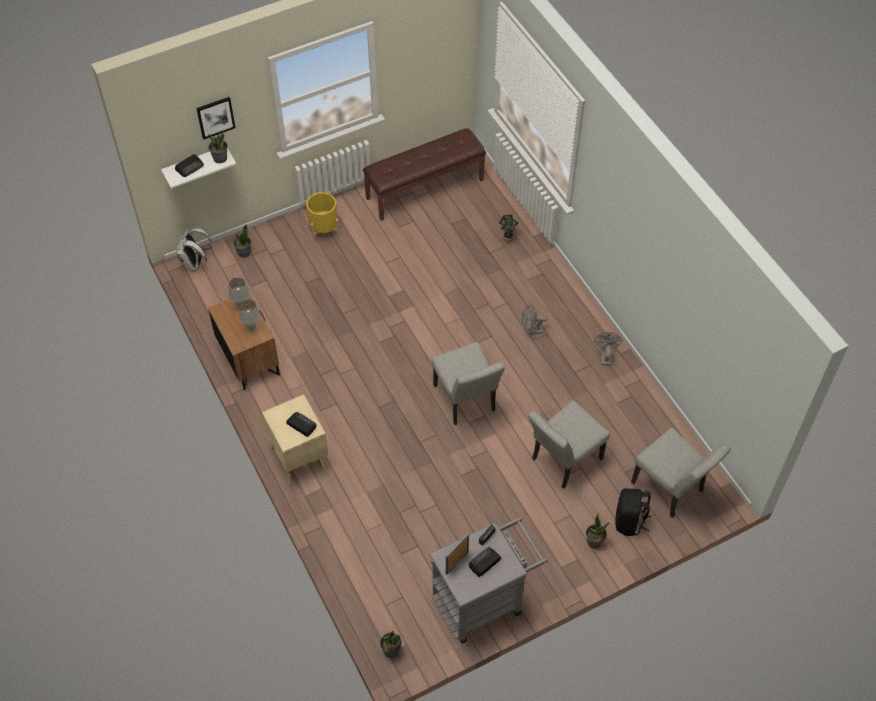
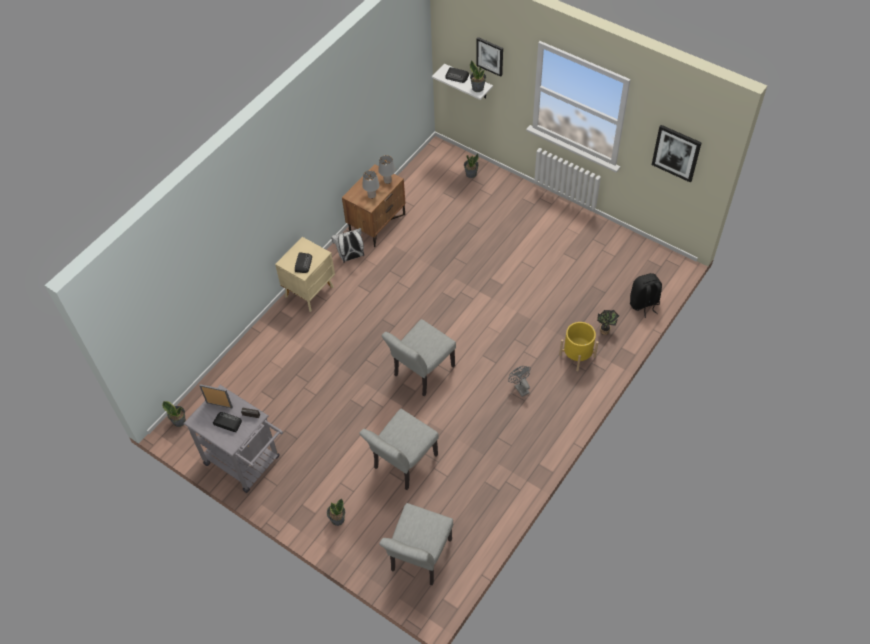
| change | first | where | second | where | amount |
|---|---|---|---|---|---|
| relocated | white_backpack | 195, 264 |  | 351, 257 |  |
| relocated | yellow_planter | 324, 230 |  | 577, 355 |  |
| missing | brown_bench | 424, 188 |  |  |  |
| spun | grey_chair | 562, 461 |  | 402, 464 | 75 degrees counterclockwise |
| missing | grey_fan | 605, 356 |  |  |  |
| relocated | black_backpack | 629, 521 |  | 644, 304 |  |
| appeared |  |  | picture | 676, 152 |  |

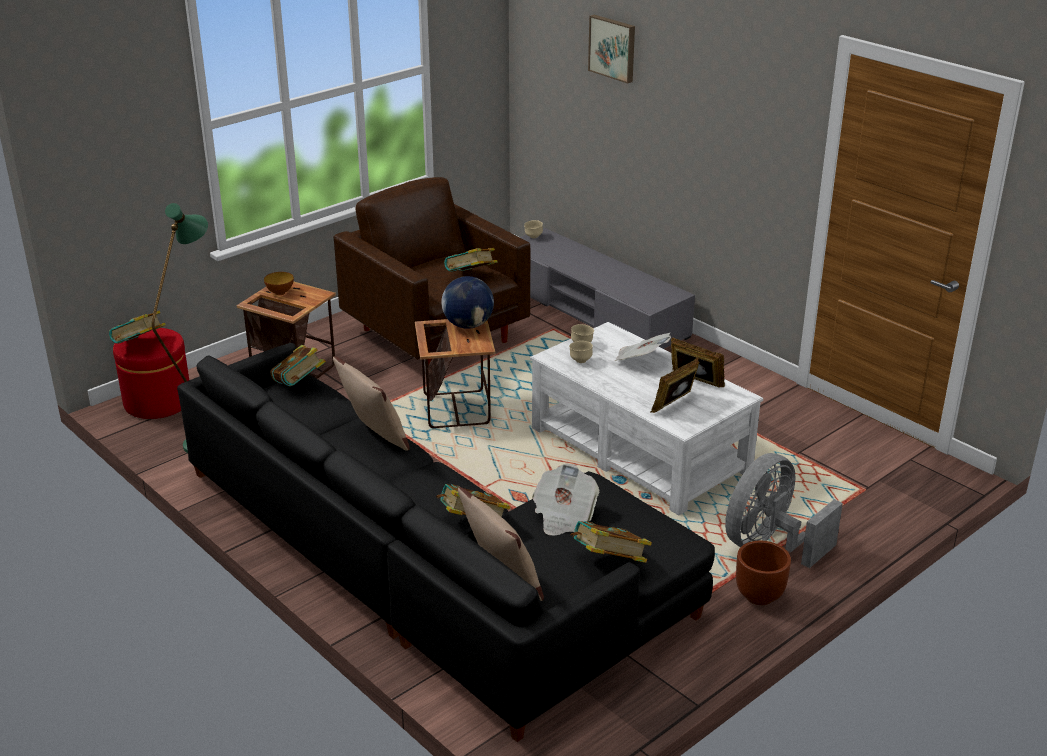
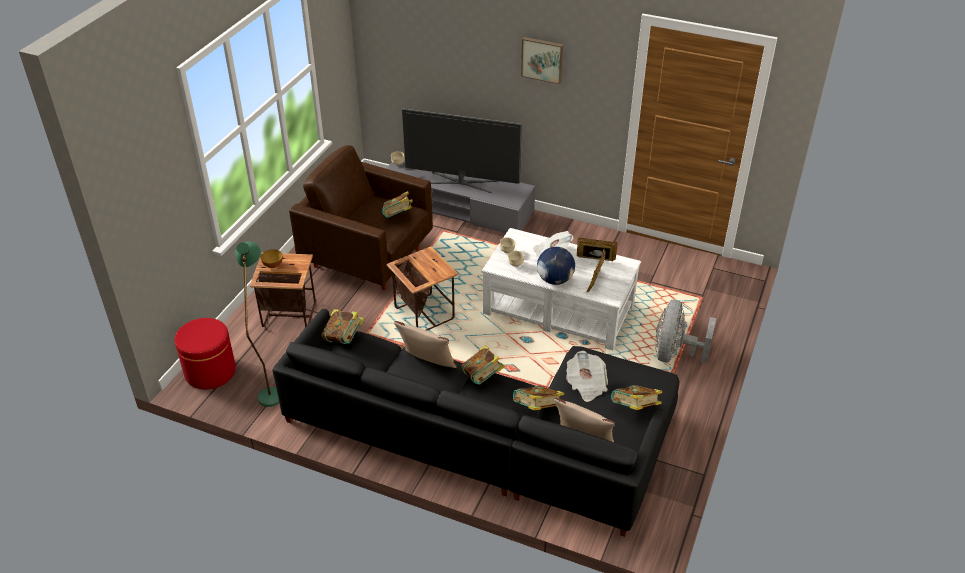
| change | first | where | second | where | amount |
|---|---|---|---|---|---|
| relocated | book | 140, 346 |  | 482, 377 |  |
| relocated | globe | 468, 325 |  | 555, 280 |  |
| relocated | picture | 613, 48 |  | 542, 59 |  |
| missing | brown_planter | 759, 596 |  |  |  |
| appeared |  |  | television | 462, 182 |  |

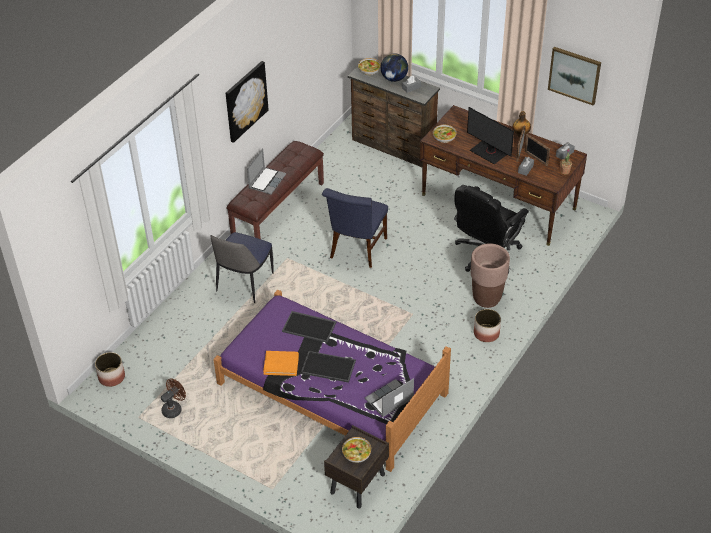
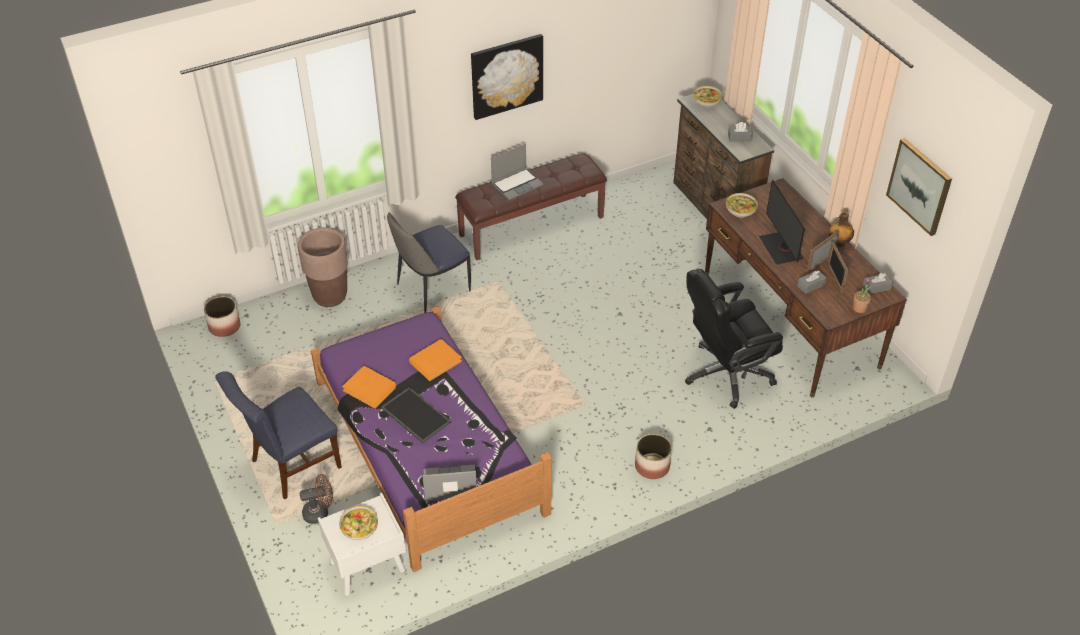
| change | first | where | second | where | amount |
|---|---|---|---|---|---|
| relocated | brown_fan | 174, 408 |  | 320, 512 |  |
| exchanged | tray | 310, 326 | orange_book | 435, 361 |  |
| relocated | blue_chair | 356, 250 |  | 291, 466 |  |
| colour | brown_nightstand | 357, 484 | white_nightstand | 367, 567 |  |
| missing | globe | 394, 78 |  |  |  |
| relocated | brown_planter | 487, 298 |  | 330, 296 |  |

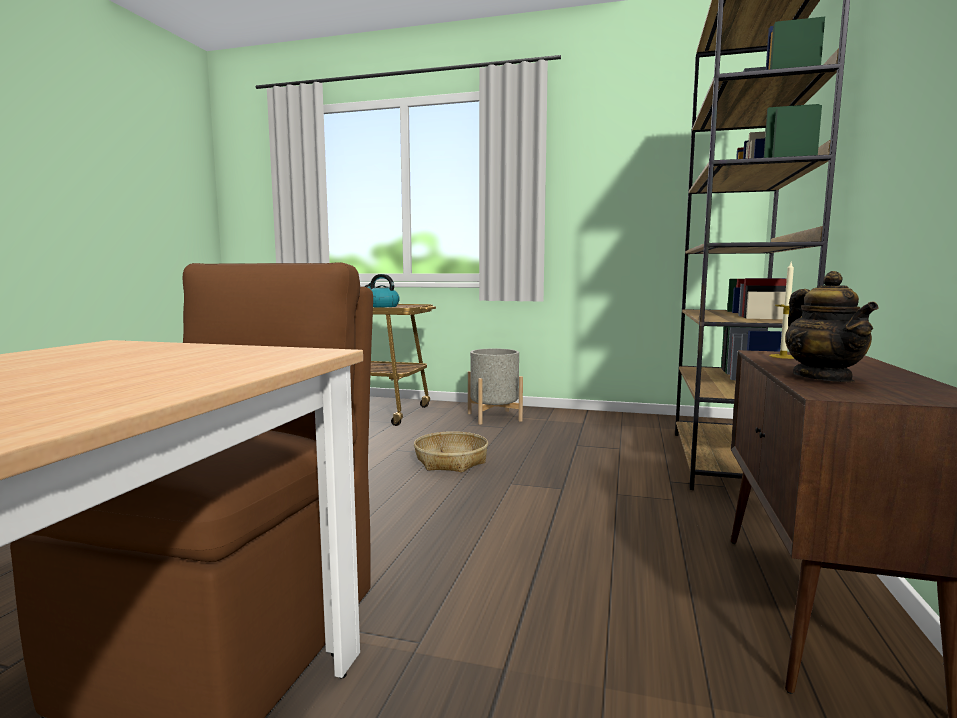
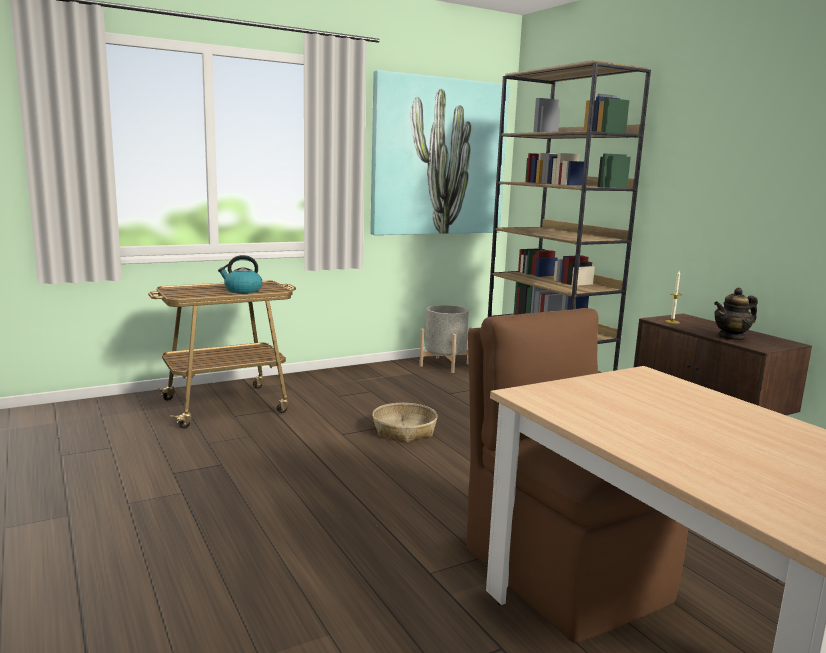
| change | first | where | second | where | amount |
|---|---|---|---|---|---|
| relocated | grey_planter | 494, 417 |  | 444, 365 |  |
| spun | teapot | 823, 378 |  | 732, 337 | 120 degrees clockwise |
| appeared |  |  | picture | 438, 157 |  |

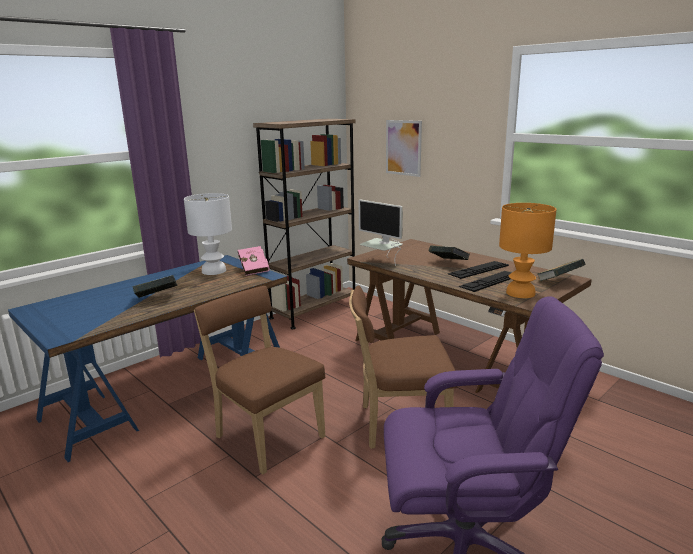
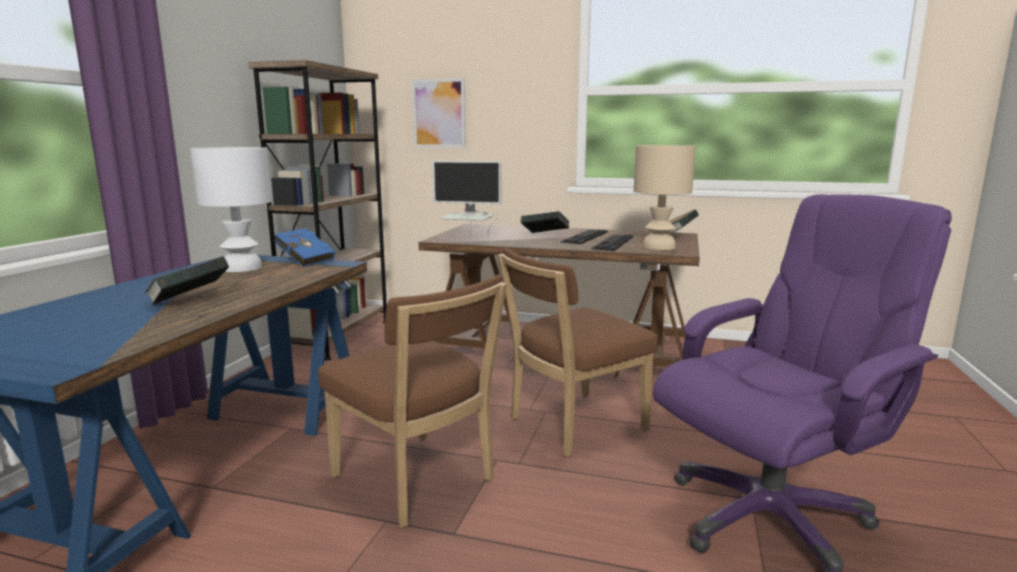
| change | first | where | second | where | amount |
|---|---|---|---|---|---|
| spun | brown_chair | 266, 435 |  | 417, 481 | 150 degrees counterclockwise |
| colour | pink_book | 254, 269 | blue_book | 305, 260 |  |
| colour | orange_table_lamp | 520, 293 | beige_table_lamp | 658, 247 |  |

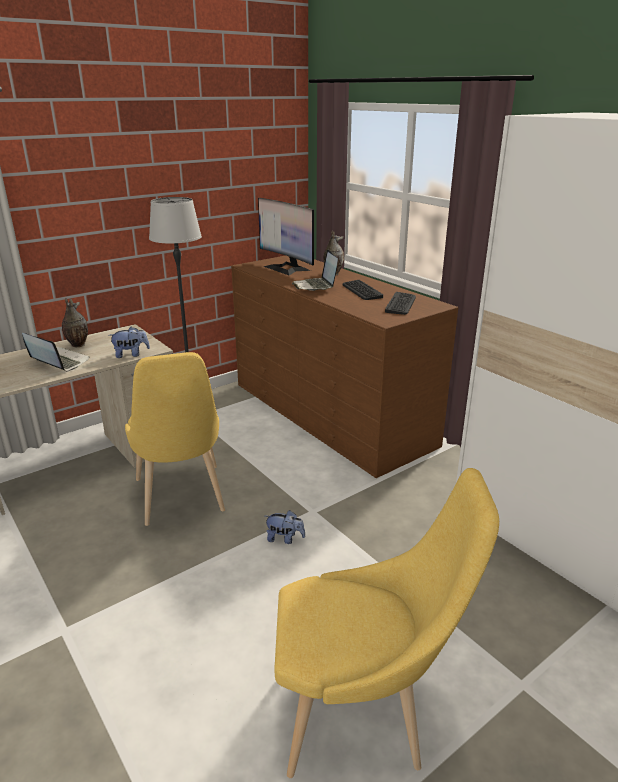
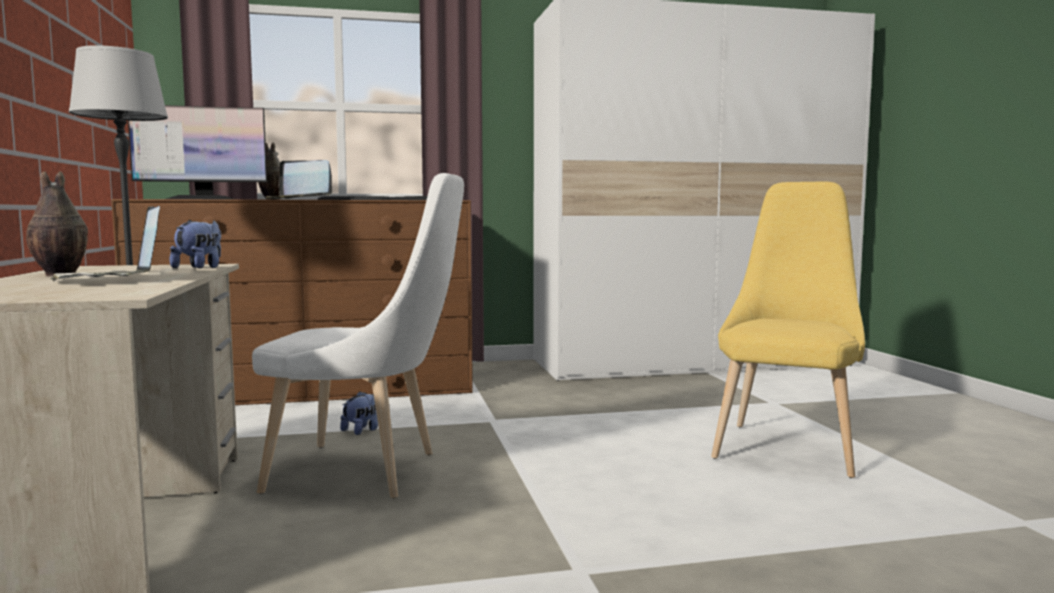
| change | first | where | second | where | amount |
|---|---|---|---|---|---|
| spun | laptop | 58, 362 |  | 111, 279 | 90 degrees counterclockwise |
| colour | yellow_chair | 182, 499 | white_chair | 365, 472 |  |
| relocated | plush_toy | 285, 538 |  | 363, 430 |  |

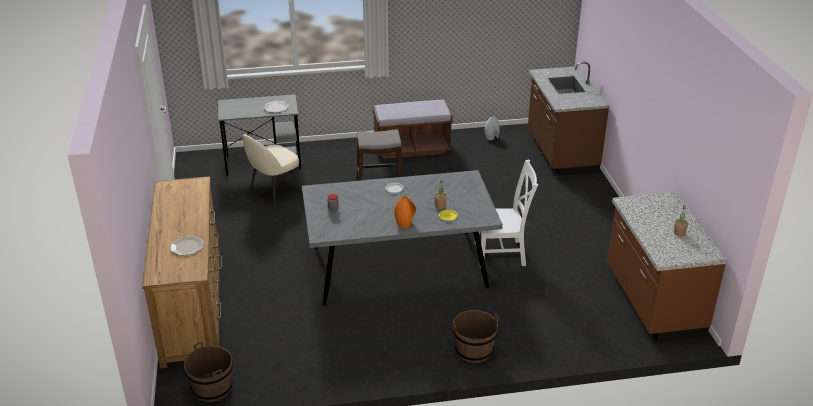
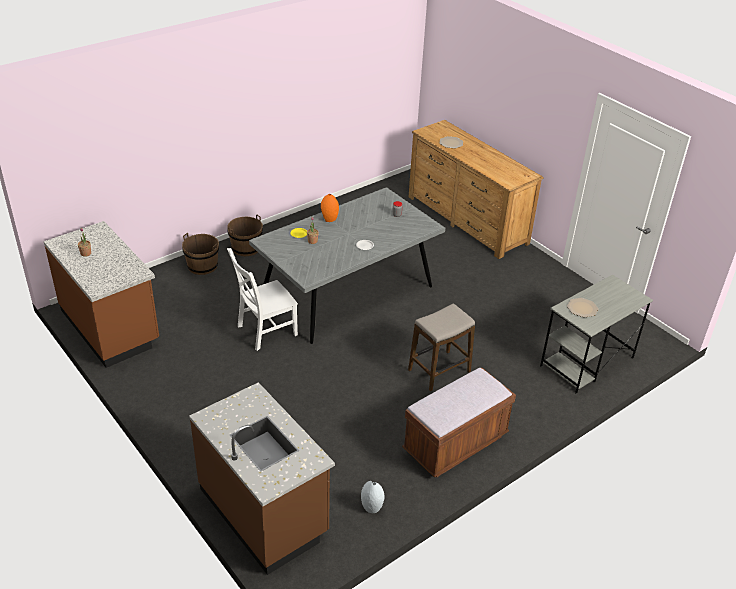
| change | first | where | second | where | amount |
|---|---|---|---|---|---|
| relocated | brown_bucket | 212, 388 |  | 202, 266 |  |
| missing | beige_chair | 274, 193 |  |  |  |

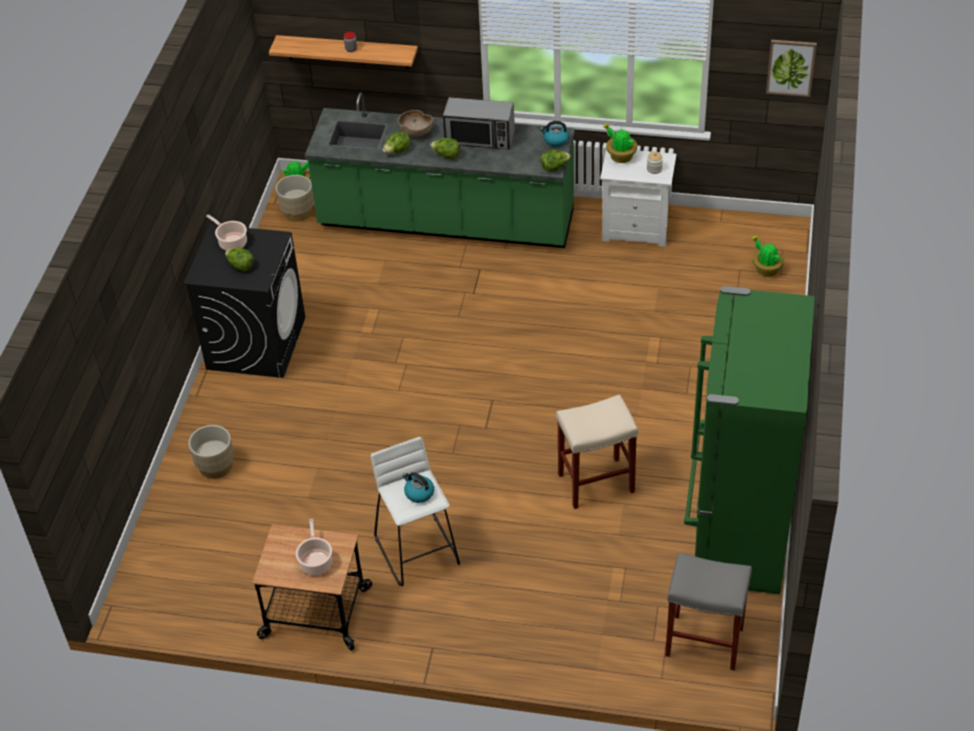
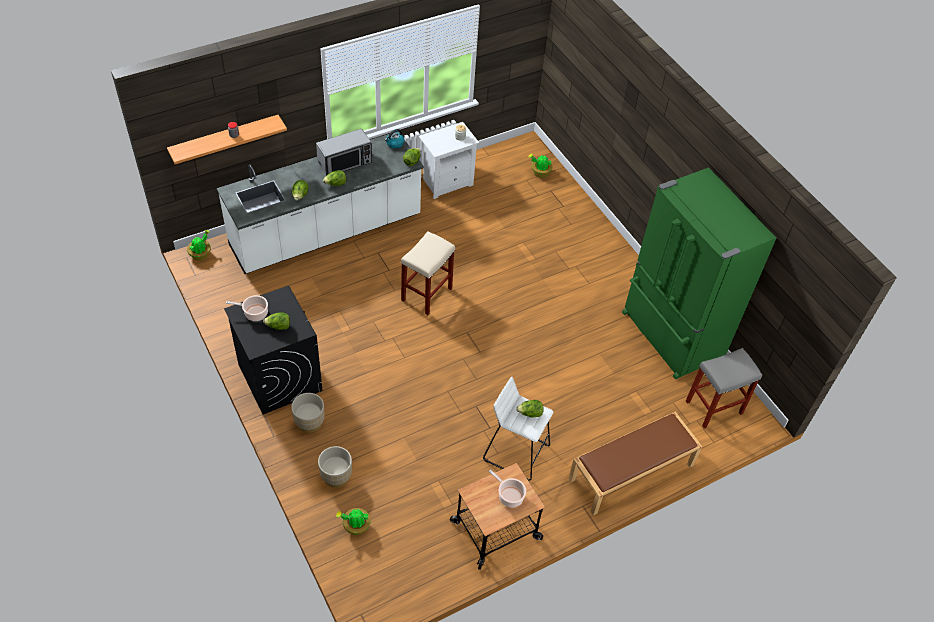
| change | first | where | second | where | amount |
|---|---|---|---|---|---|
| relocated | beige_planter | 297, 212 |  | 309, 422 |  |
| colour | green_counter | 446, 222 | white_counter | 326, 232 |  |
| missing | brown_bowl | 416, 132 |  |  |  |
| exchanged | kettle | 418, 493 | lettuce | 530, 413 |  |
| relocated | beige_stool | 595, 483 |  | 426, 295 |  |
| relocated | potted_plant | 620, 156 |  | 355, 526 |  |
| missing | picture | 791, 67 |  |  |  |
| appeared |  |  | brown_bench | 631, 472 |  |

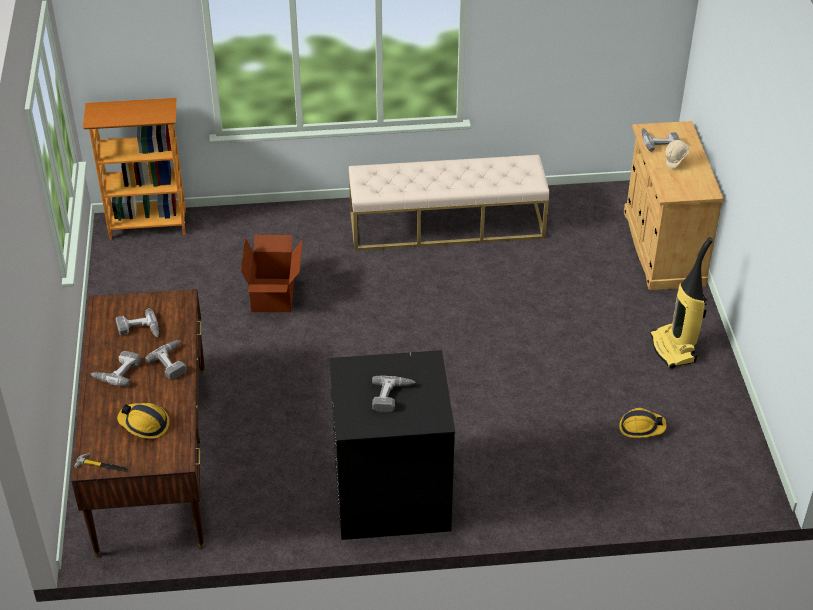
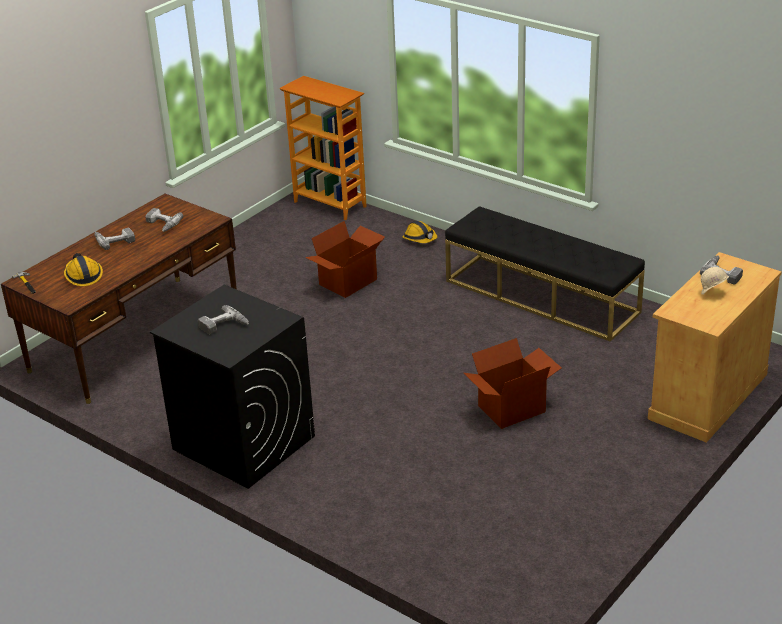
| change | first | where | second | where | amount |
|---|---|---|---|---|---|
| missing | power_drill | 173, 362 |  |  |  |
| colour | beige_bench | 447, 225 | black_bench | 541, 296 |  |
| relocated | hard_hat | 641, 427 |  | 420, 239 |  |
| missing | vacuum_cleaner | 674, 349 |  |  |  |
| appeared |  |  | cardboard_box | 511, 408 |  |

